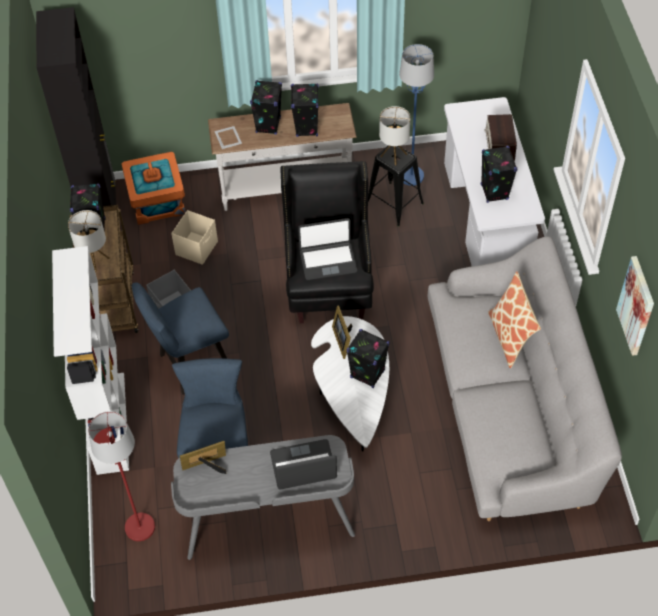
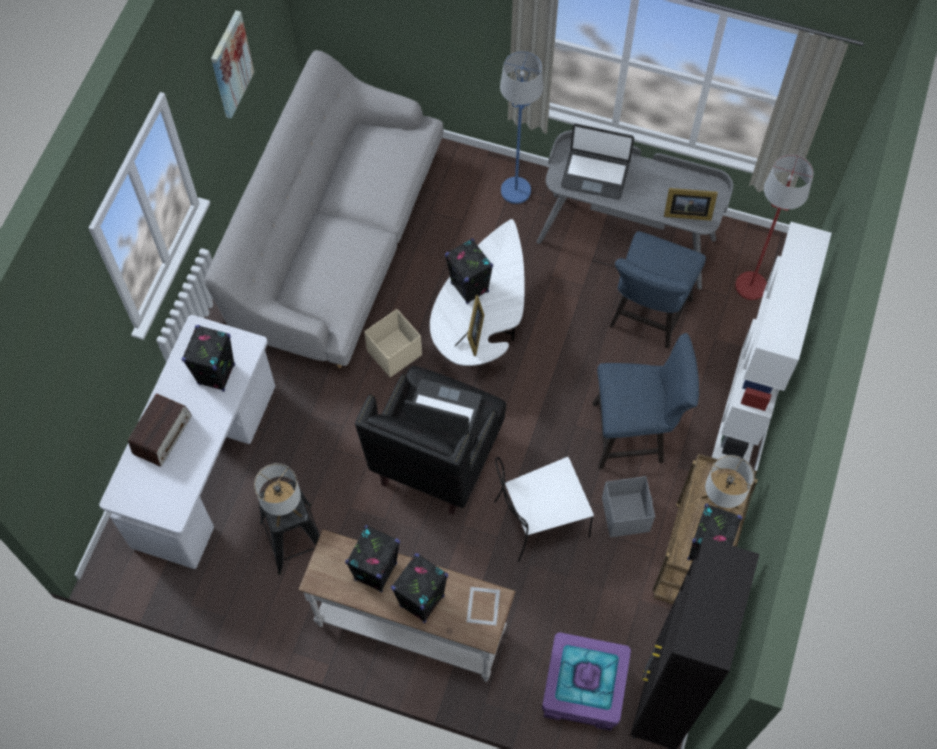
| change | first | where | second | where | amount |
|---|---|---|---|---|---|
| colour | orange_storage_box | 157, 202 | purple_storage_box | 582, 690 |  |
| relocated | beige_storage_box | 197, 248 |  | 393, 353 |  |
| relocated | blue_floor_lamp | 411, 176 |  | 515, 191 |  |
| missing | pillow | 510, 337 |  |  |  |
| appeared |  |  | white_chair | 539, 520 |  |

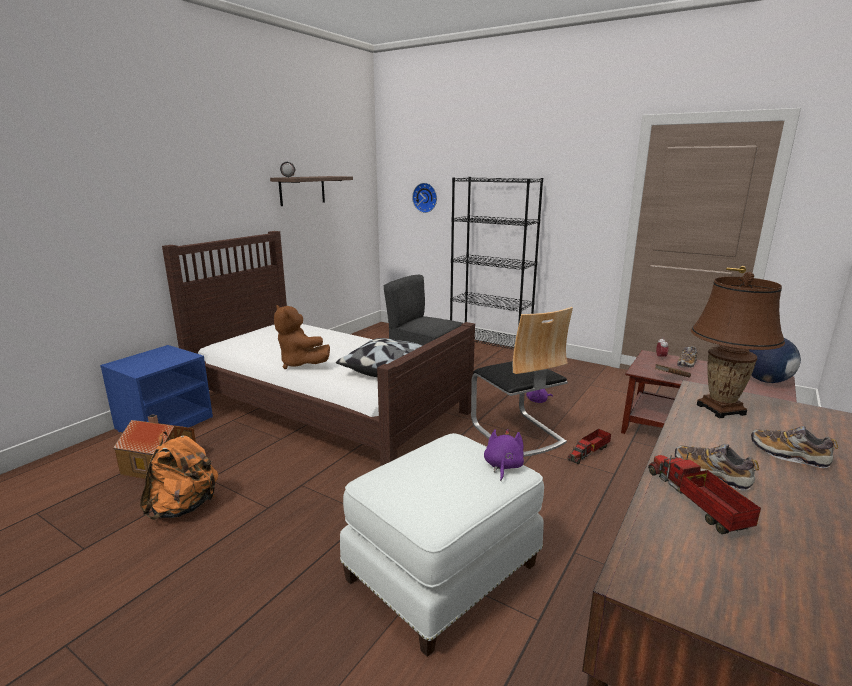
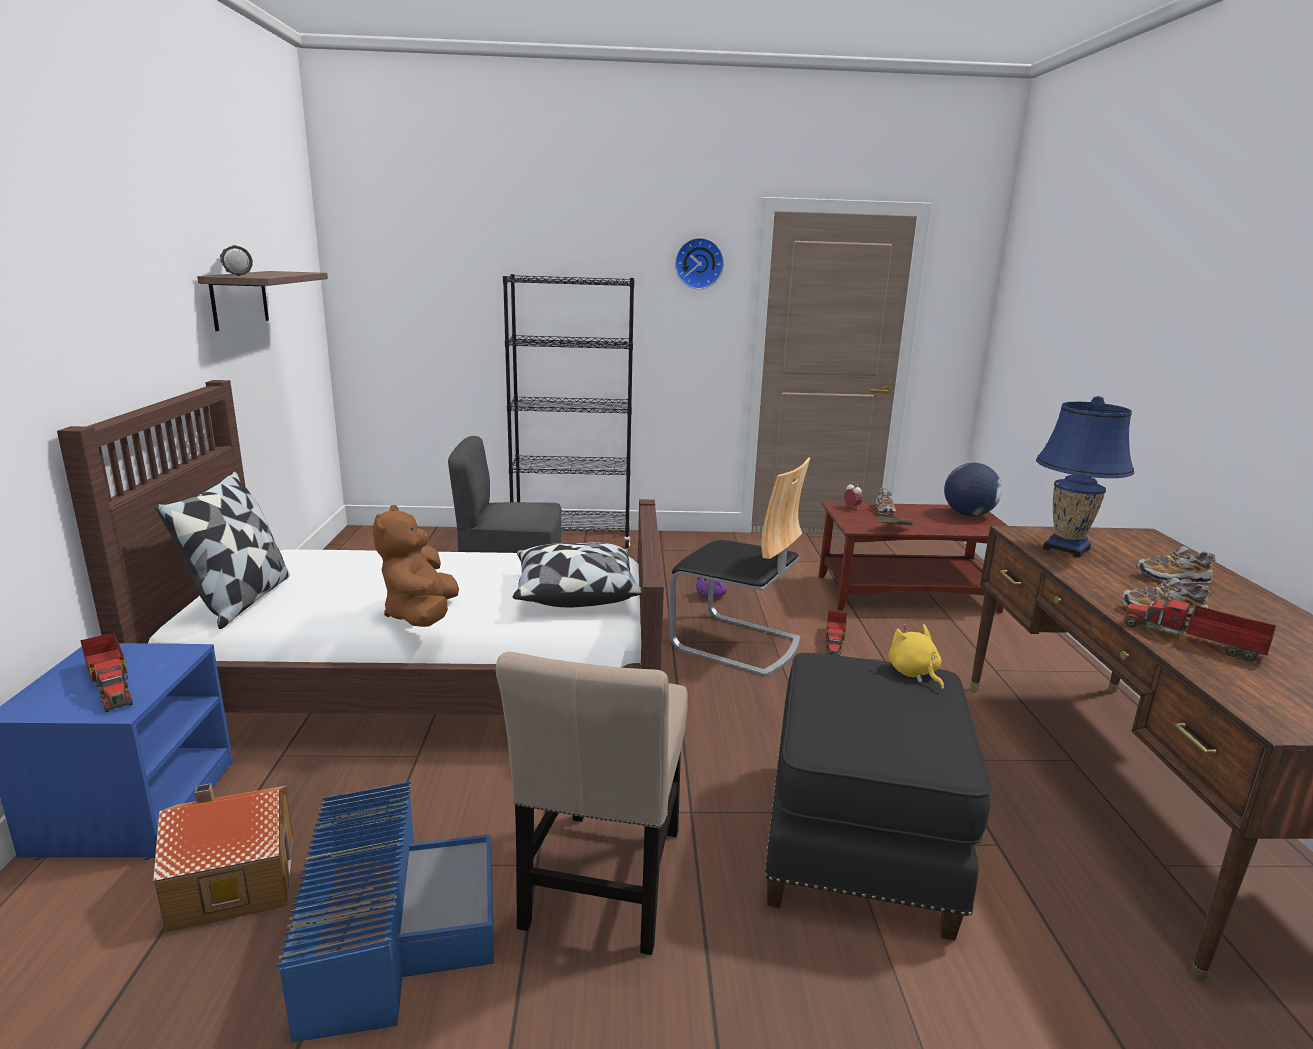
| change | first | where | second | where | amount |
|---|---|---|---|---|---|
| exchanged | orange_backpack | 184, 507 | blue_storage_box | 390, 927 |  |
| spun | brown_plush_toy | 300, 364 |  | 421, 616 | 75 degrees clockwise |
| colour | white_ottoman | 444, 574 | black_ottoman | 861, 842 |  |
| relocated | wall_clock | 425, 197 |  | 699, 263 |  |
| colour | purple_plush_toy | 503, 466 | yellow_plush_toy | 914, 673 |  |
| colour | brown_table_lamp | 721, 409 | blue_table_lamp | 1066, 549 |  |
| appeared |  |  | toy_truck | 110, 683 |  |
| appeared |  |  | pillow | 241, 600 |  |
| appeared |  |  | beige_chair | 603, 885 |  |

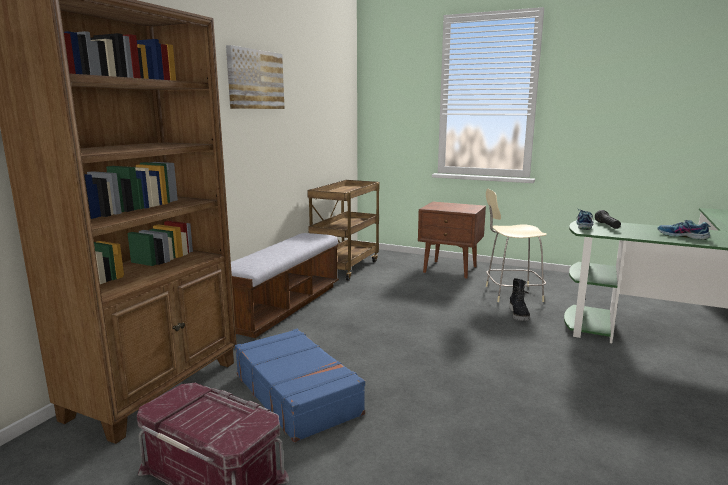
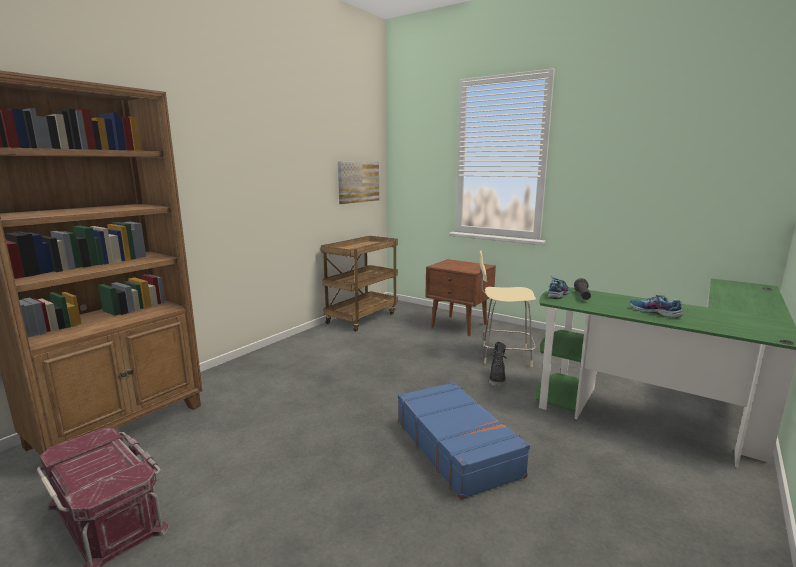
| change | first | where | second | where | amount |
|---|---|---|---|---|---|
| relocated | picture | 255, 79 |  | 358, 182 |  |
| missing | bench | 283, 306 |  |  |  |
| relocated | blue_suitcase | 297, 393 |  | 457, 447 |  |

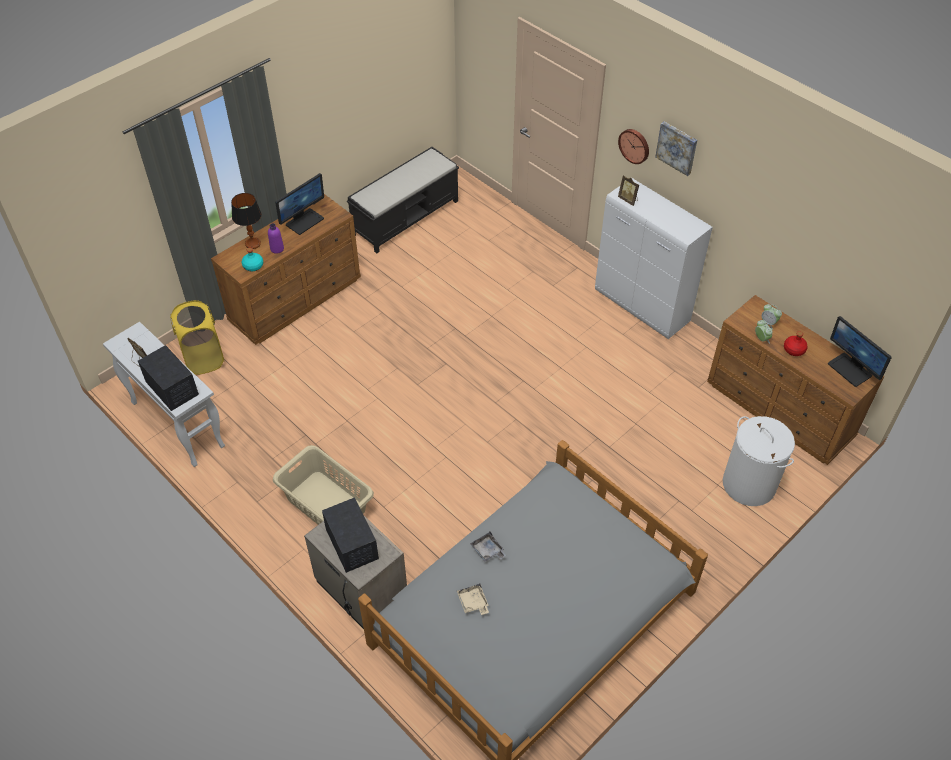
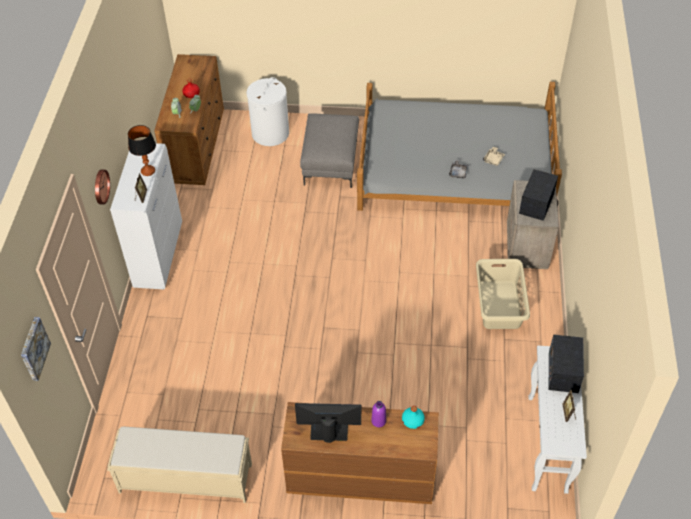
| change | first | where | second | where | amount |
|---|---|---|---|---|---|
| missing | yellow_laundry_basket | 203, 358 |  |  |  |
| relocated | table_lamp | 252, 244 |  | 148, 171 |  |
| colour | black_bench | 406, 217 | beige_bench | 184, 478 |  |
| relocated | picture | 677, 147 |  | 33, 348 |  |
| missing | monitor | 850, 369 |  |  |  |
| appeared |  |  | grey_ottoman | 331, 163 |  |

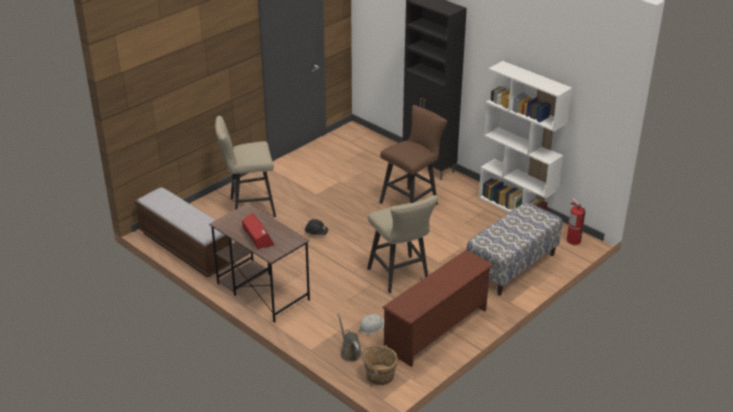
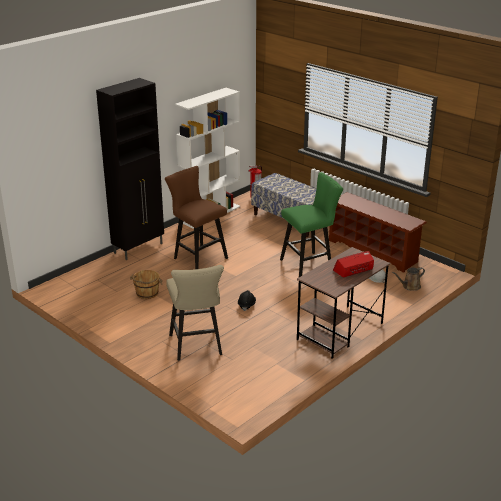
| change | first | where | second | where | amount |
|---|---|---|---|---|---|
| missing | bench | 186, 248 |  |  |  |
| relocated | brown_bucket | 379, 375 |  | 147, 293 |  |
| colour | beige_stool | 400, 277 | green_stool | 309, 264 |  |

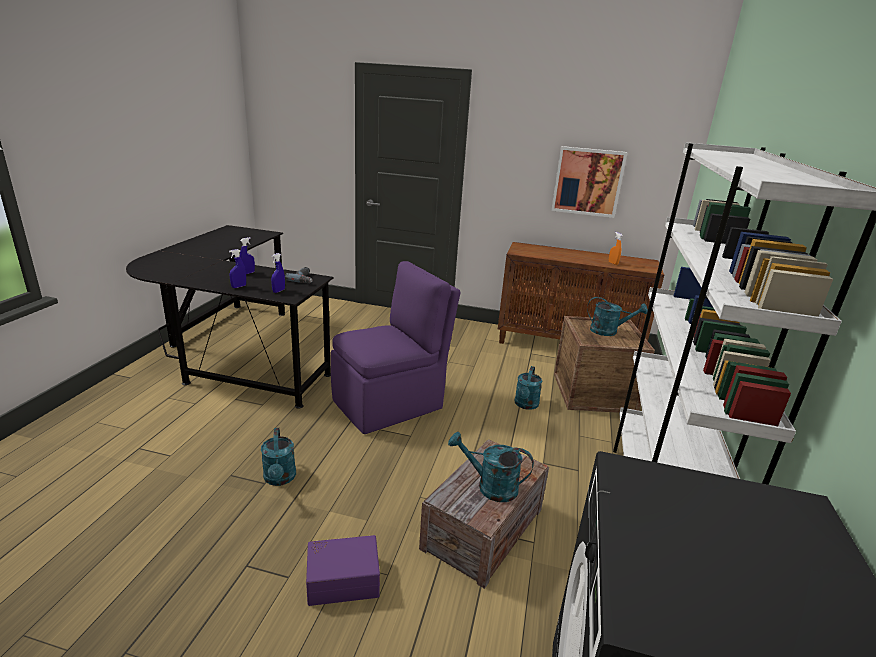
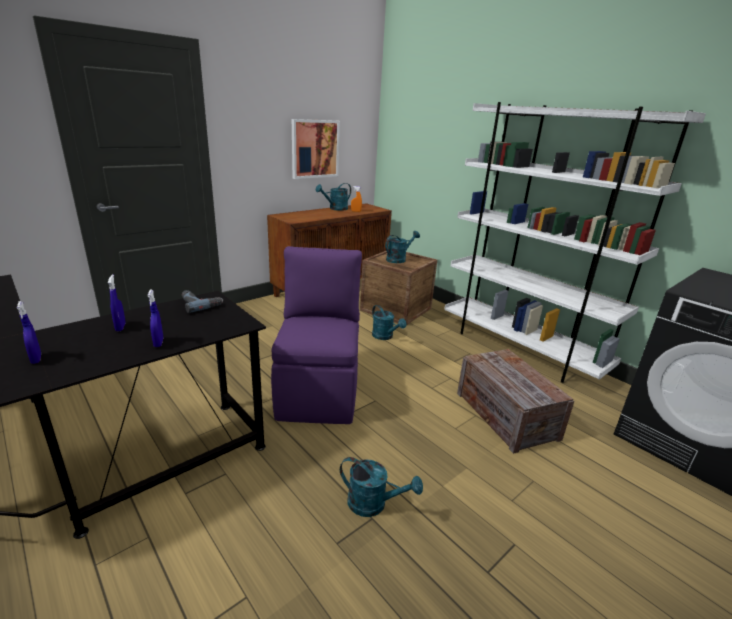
| change | first | where | second | where | amount |
|---|---|---|---|---|---|
| relocated | blue_spray_bottle | 278, 291 |  | 36, 359 |  |
| missing | purple_storage_box | 343, 578 |  |  |  |
| relocated | turquoise_watering_can | 490, 486 |  | 335, 209 |  |

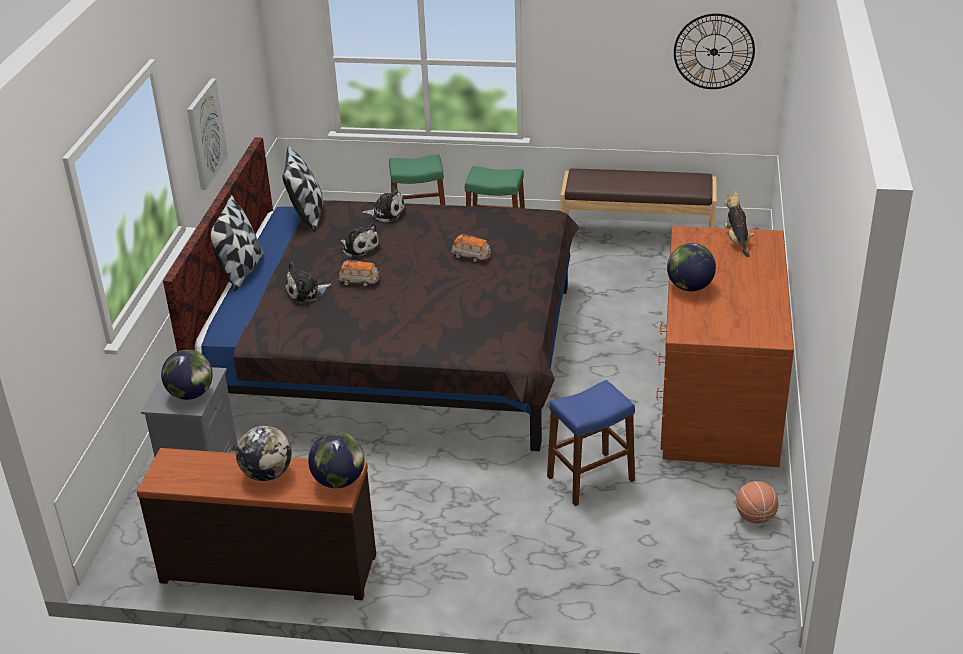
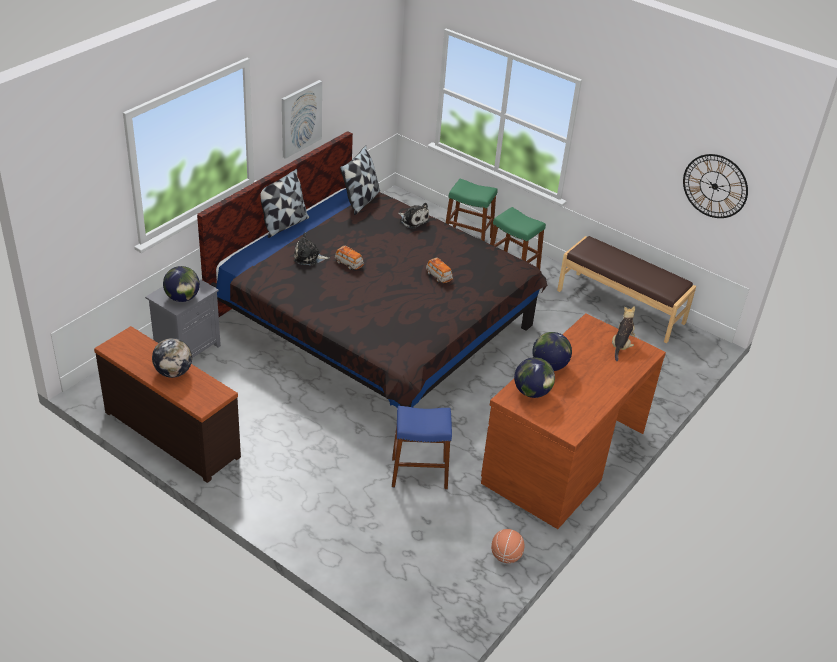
| change | first | where | second | where | amount |
|---|---|---|---|---|---|
| relocated | globe | 338, 481 |  | 531, 392 |  |
| missing | plush_toy | 359, 248 |  |  |  |

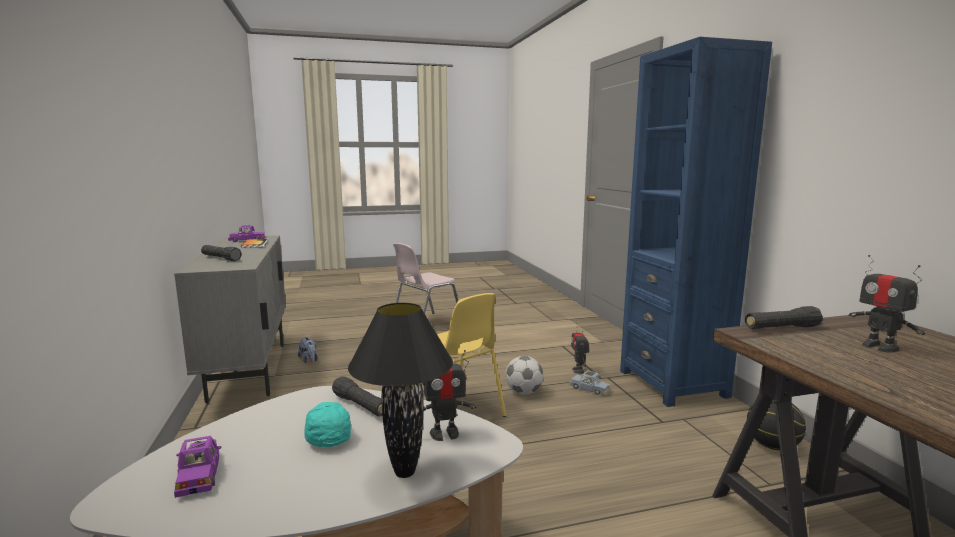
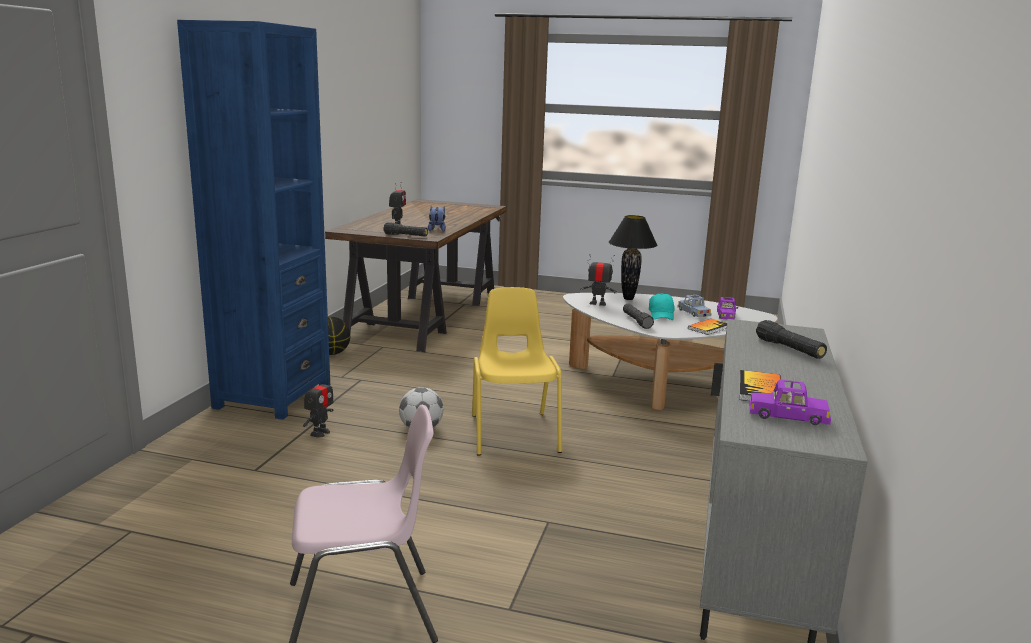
| change | first | where | second | where | amount |
|---|---|---|---|---|---|
| relocated | plush_toy | 309, 360 |  | 437, 230 |  |
| relocated | blue_toy_car | 589, 389 |  | 693, 313 |  |
| appeared |  |  | book | 709, 328 |  |

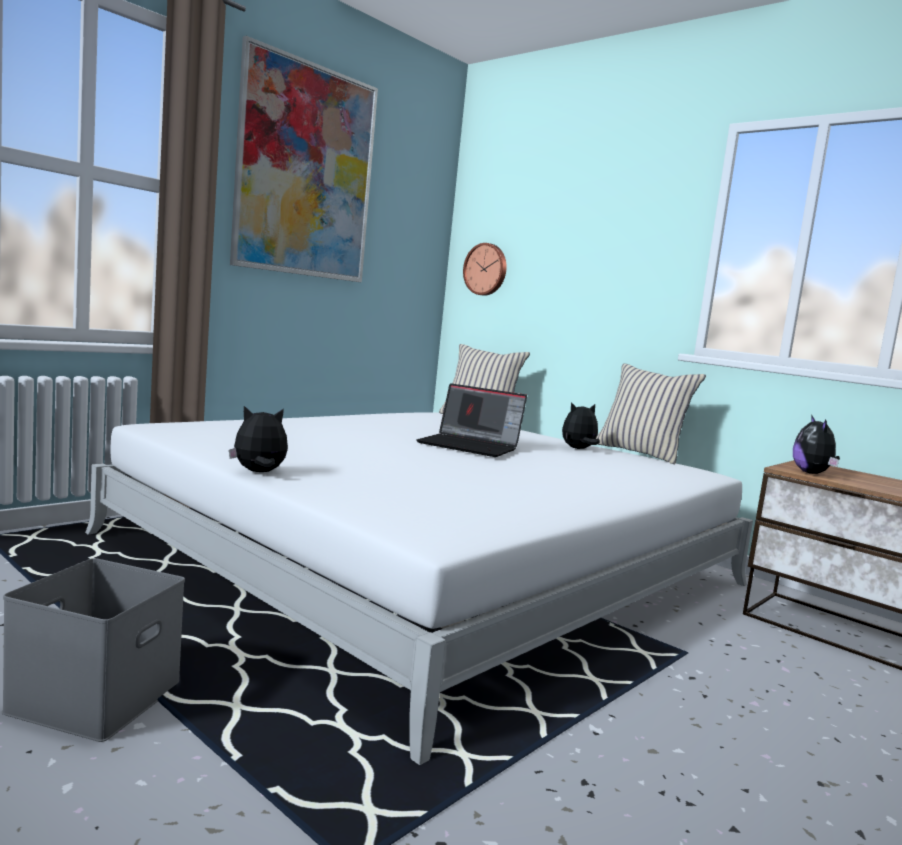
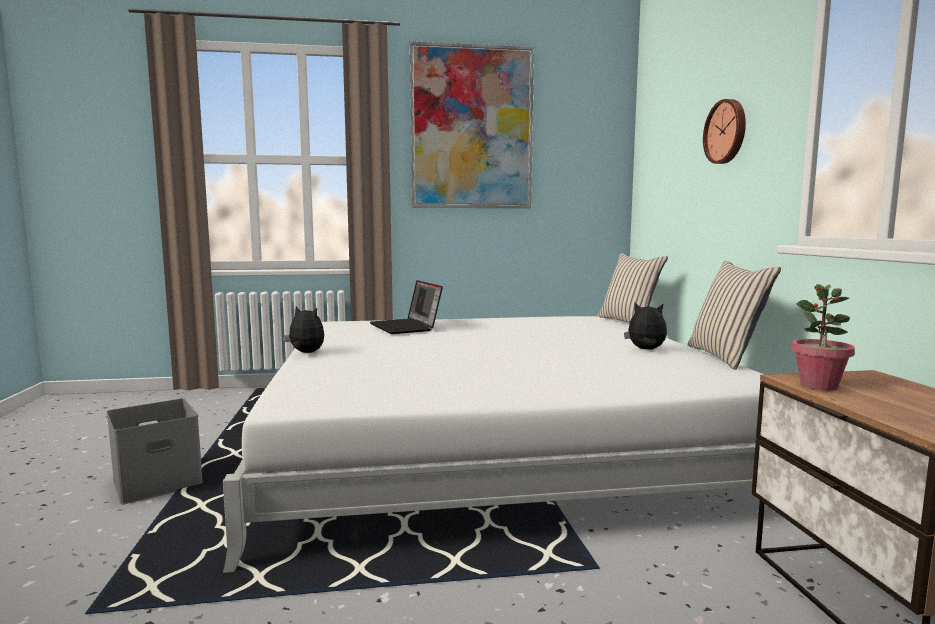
| change | first | where | second | where | amount |
|---|---|---|---|---|---|
| relocated | laptop | 471, 446 |  | 406, 327 |  |
| relocated | wall_clock | 486, 269 |  | 726, 132 |  |
| exchanged | plush_toy | 813, 473 | potted_plant | 818, 386 |  |

